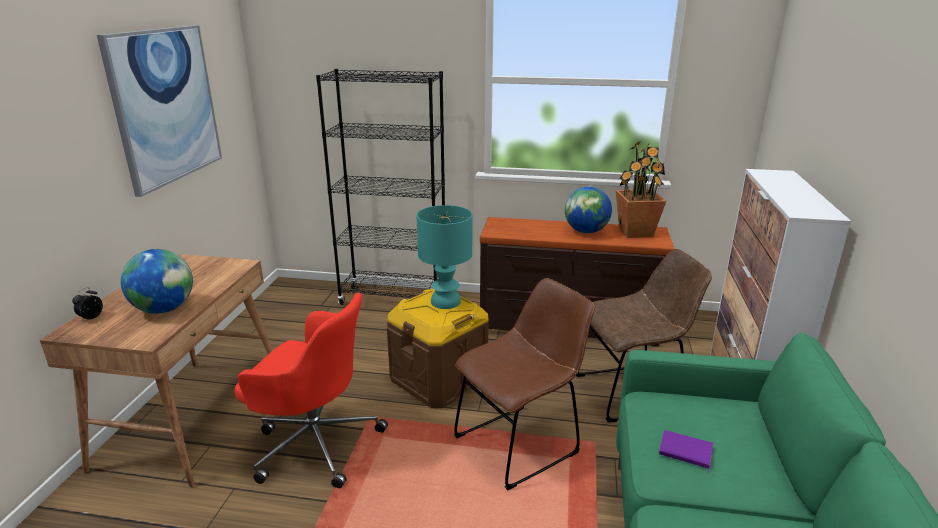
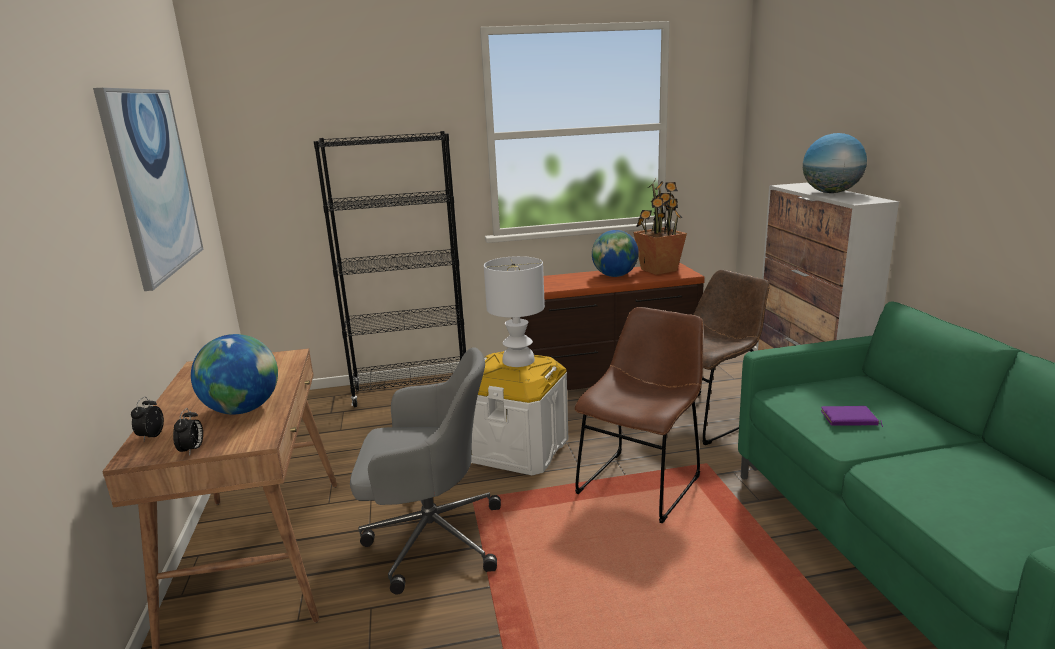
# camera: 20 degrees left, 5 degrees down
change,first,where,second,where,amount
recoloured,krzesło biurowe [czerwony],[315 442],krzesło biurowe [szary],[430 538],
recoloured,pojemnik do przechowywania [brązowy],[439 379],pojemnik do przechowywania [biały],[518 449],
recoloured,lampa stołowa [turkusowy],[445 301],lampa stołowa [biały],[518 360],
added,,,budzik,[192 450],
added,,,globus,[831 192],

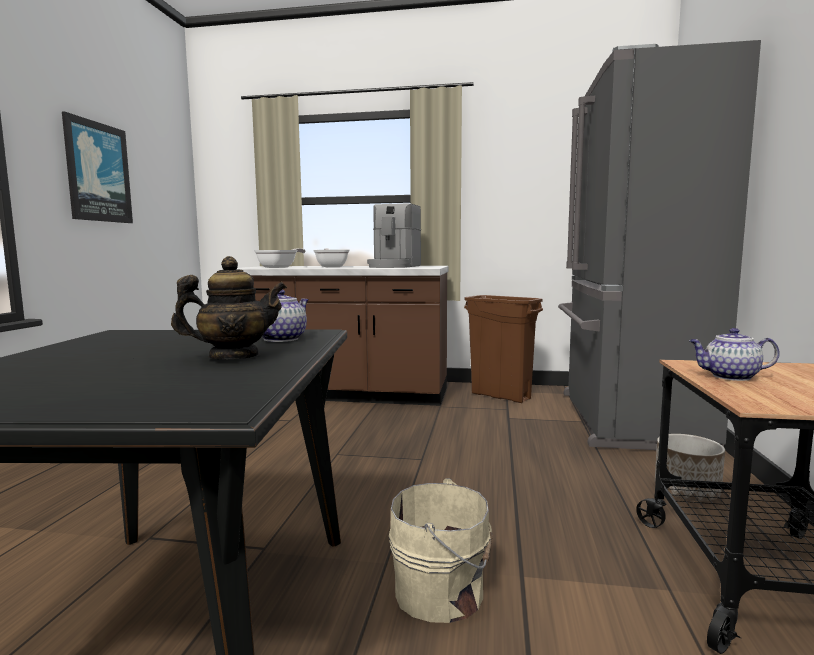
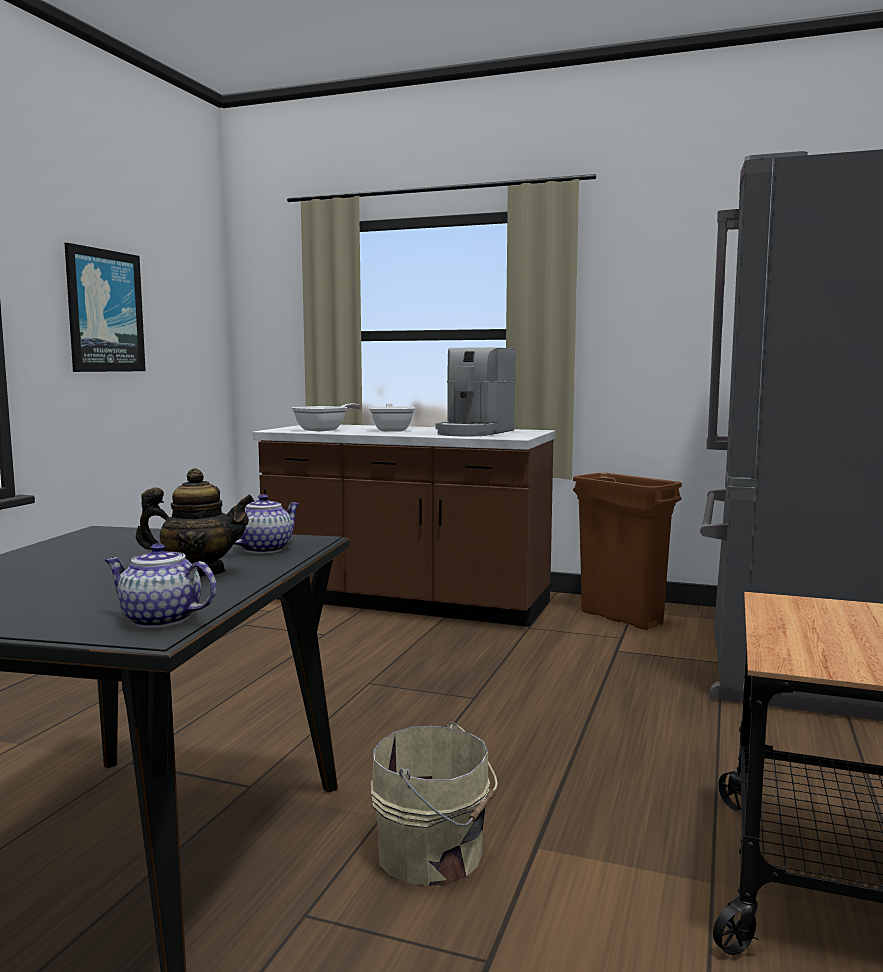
# camera: 10 degrees right, 0 degrees up
change,first,where,second,where,amount
removed,donica,[687 492],,,
moved,imbryk,[730 377],,[159 619],

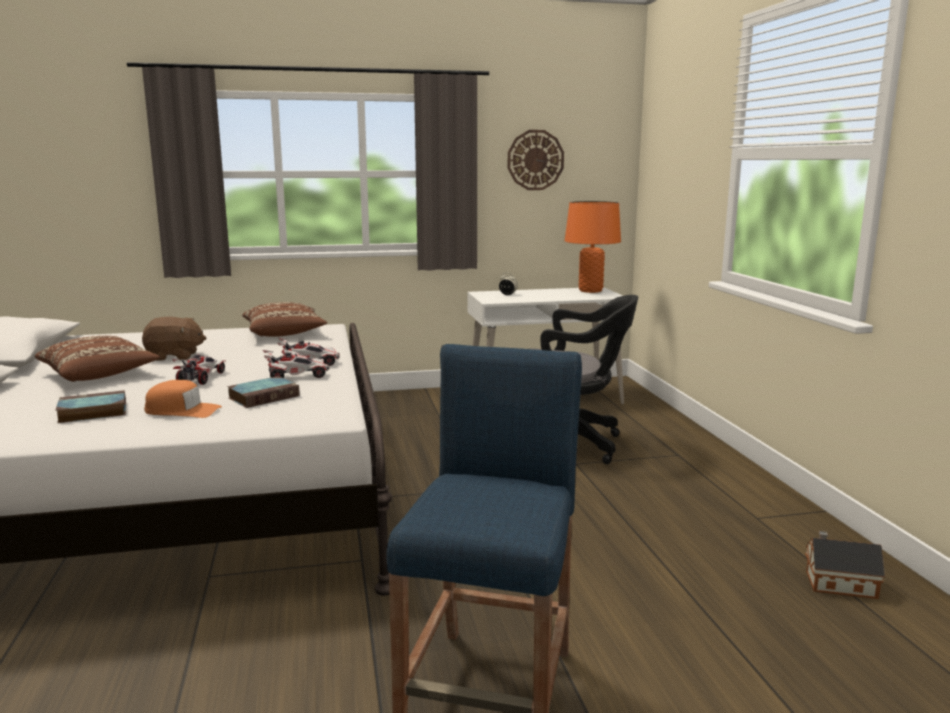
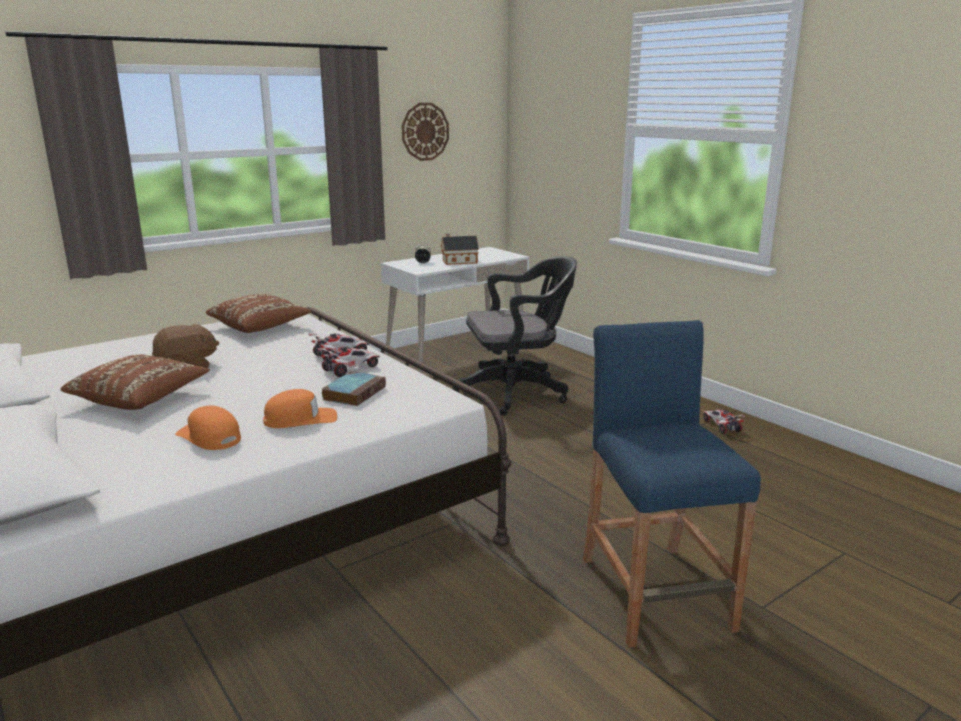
# camera: 25 degrees left, 5 degrees up
change,first,where,second,where,amount
replaced,książka,[91 412],czapka z daszkiem [pomarańczowy],[209 437],
moved,samochodzik,[202 378],,[721 426],
removed,lampa stołowa [pomarańczowy],[590 290],,,
moved,domek,[837 583],,[458 261],

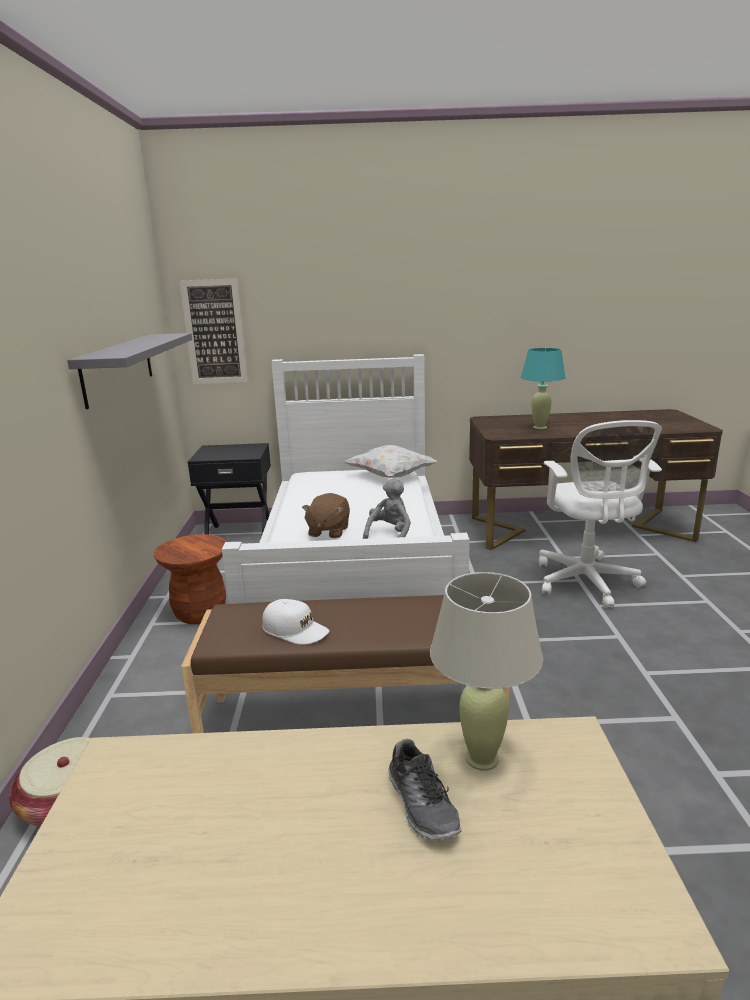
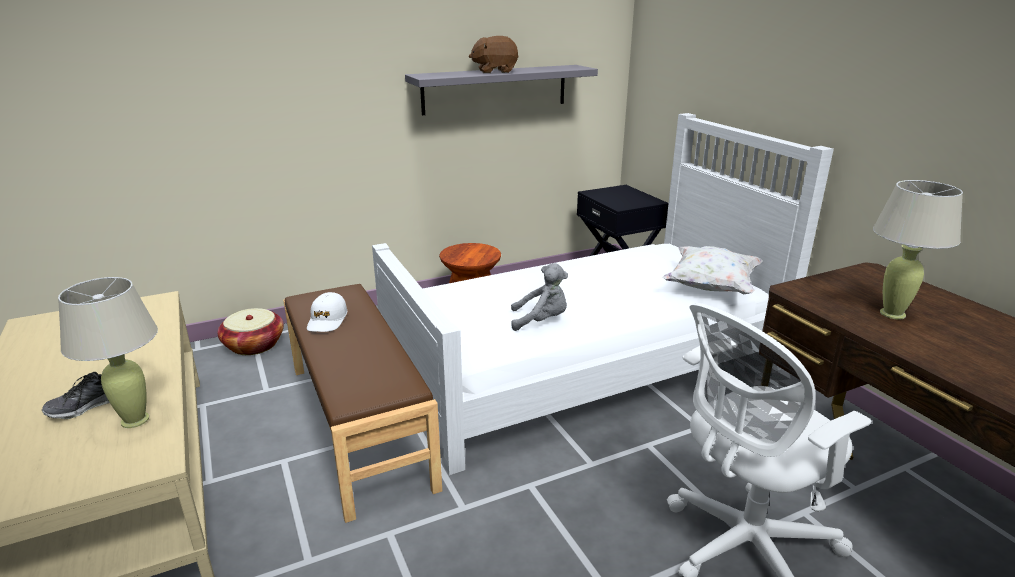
# camera: 65 degrees right, 5 degrees up
change,first,where,second,where,amount
removed,obraz,[214 332],,,
moved,pluszak [brązowy],[328 531],,[495 71],
recoloured,lampa stołowa [turkusowy],[539 427],lampa stołowa [beżowy],[892 314],

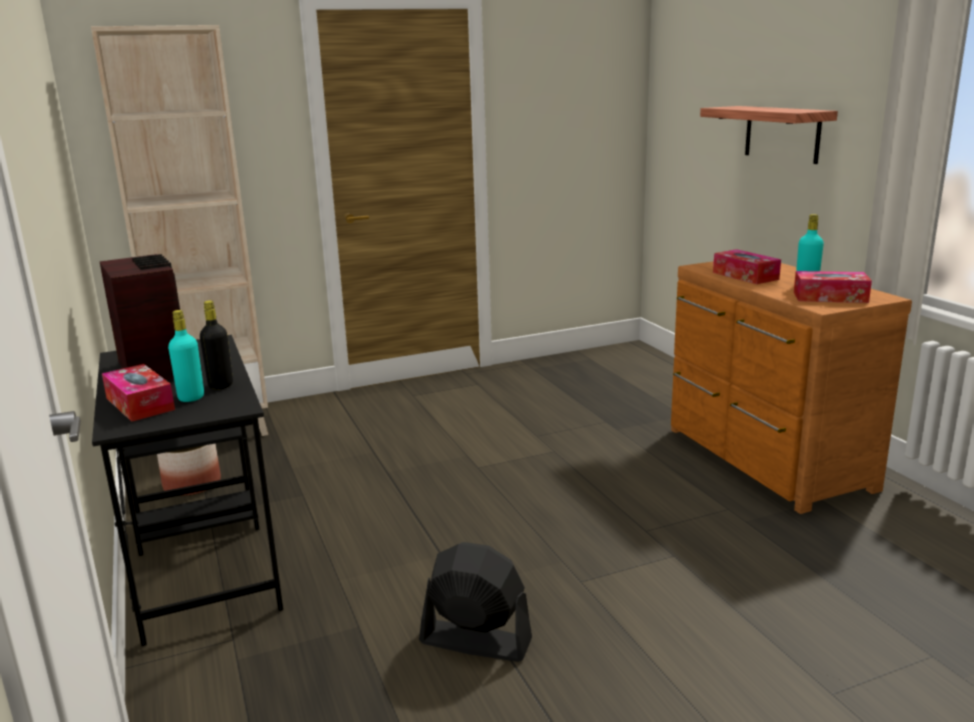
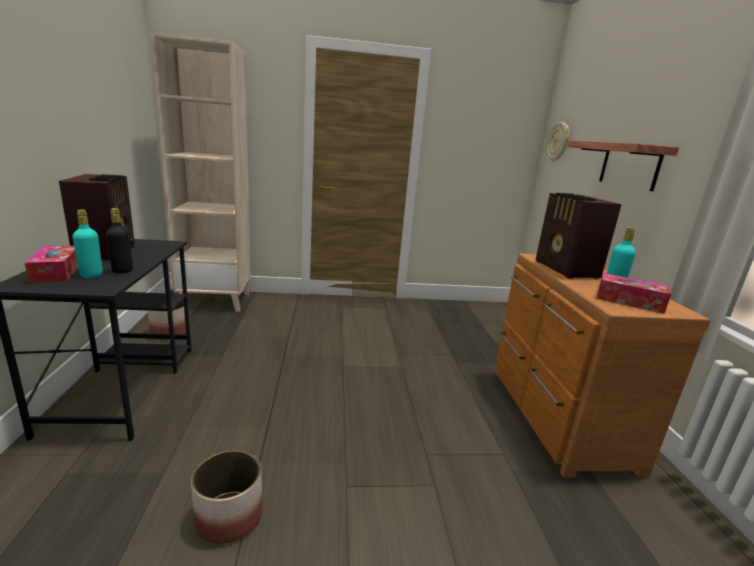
# camera: 15 degrees right, 0 degrees up
change,first,where,second,where,amount
replaced,wentylator [czarny],[475 641],donica,[228 517],
replaced,pudełko chusteczek,[745 276],radio,[566 270],
added,,,zegar ścienny,[558 142],

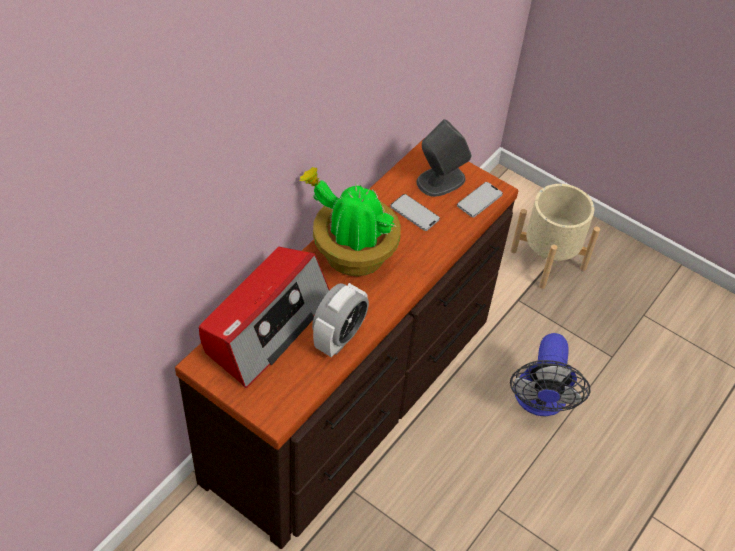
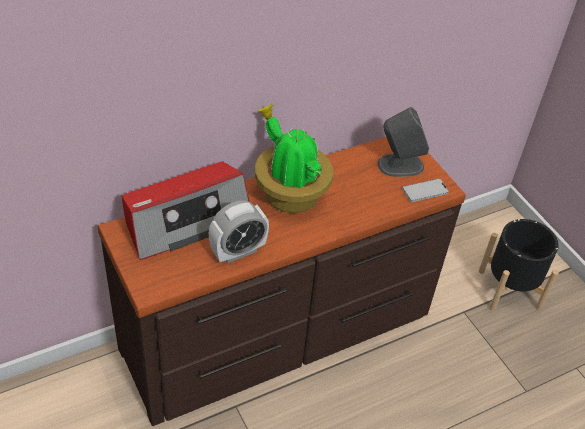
# camera: 25 degrees right, 5 degrees down
change,first,where,second,where,amount
removed,telefon,[414 213],,,
removed,wentylator,[540 401],,,
recoloured,donica [beżowy],[547 259],donica [czarny],[509 289],

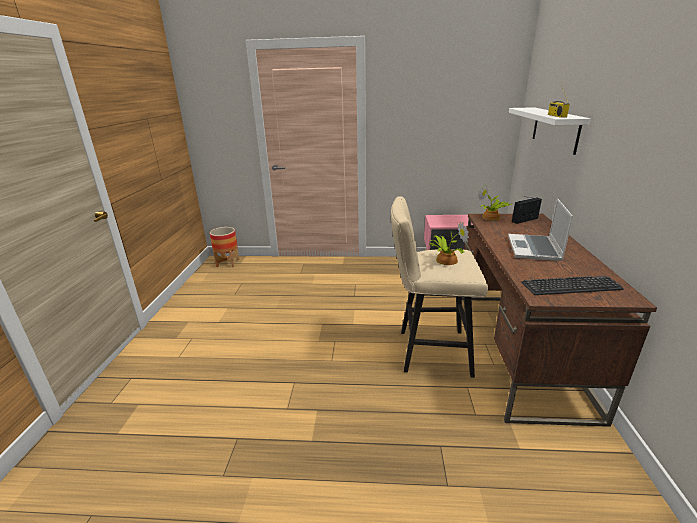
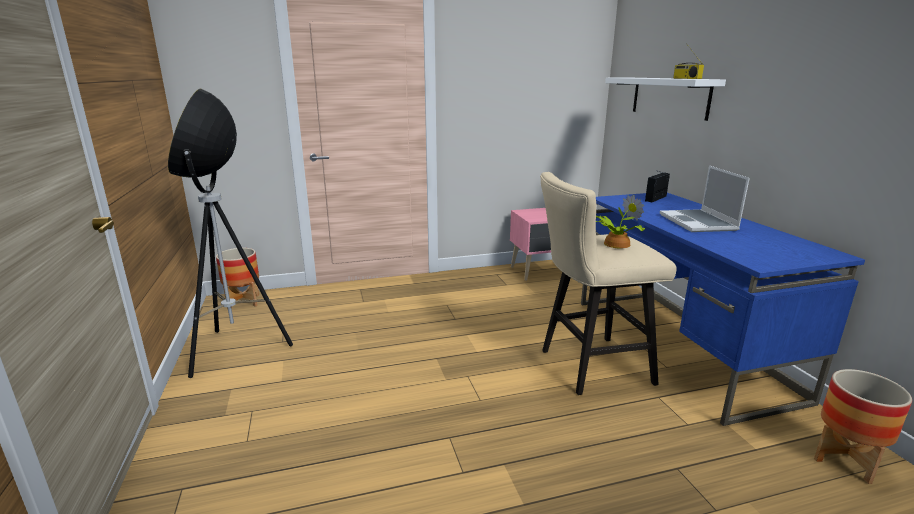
# camera: 20 degrees left, 5 degrees down
change,first,where,second,where,amount
recoloured,biurko [brązowy],[517 349],biurko [niebieski],[679 347],
removed,roślina doniczkowa,[491 218],,,
removed,klawiatura,[570 286],,,
added,,,lampa stojąca,[237 350],
added,,,donica,[846 460],

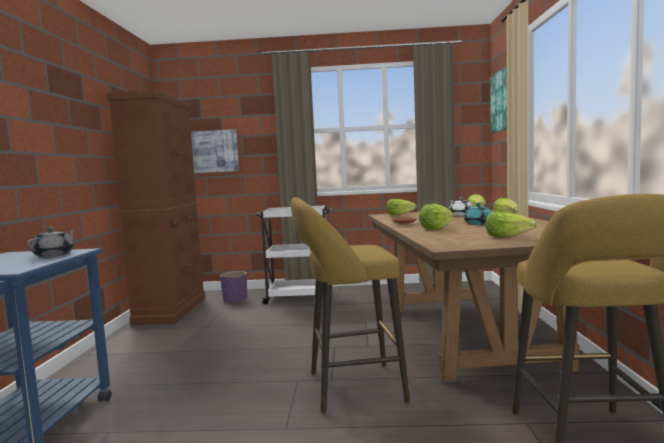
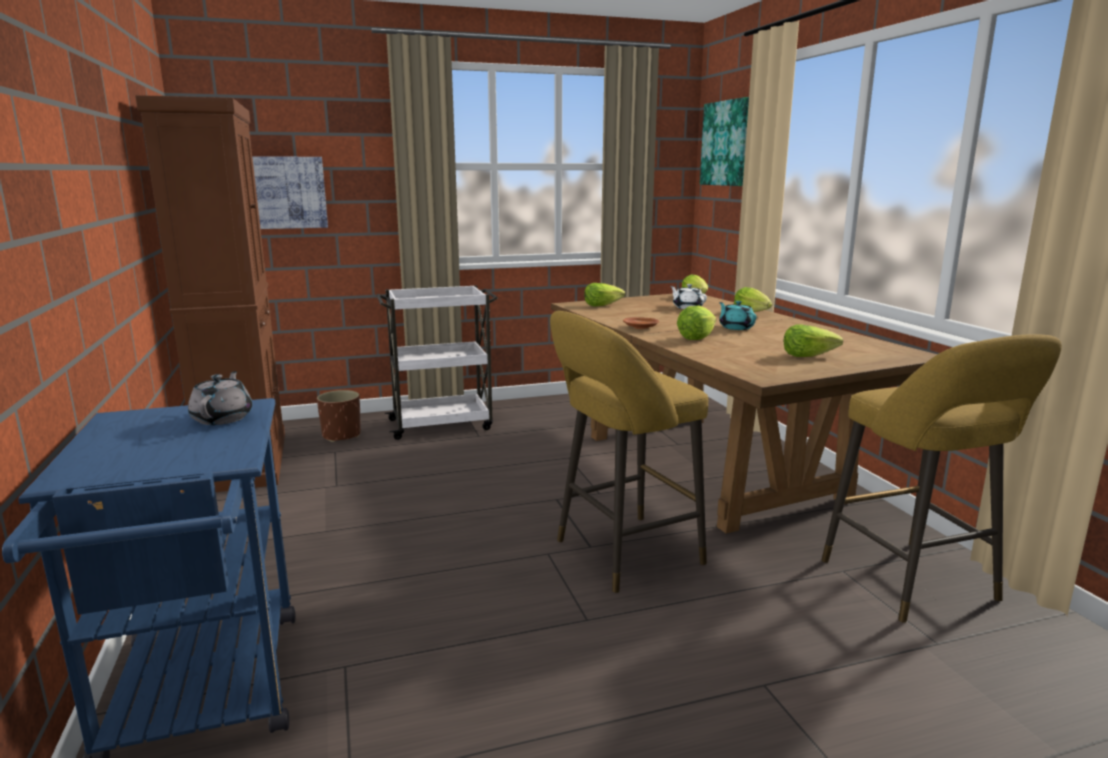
# camera: 20 degrees left, 10 degrees up
change,first,where,second,where,amount
recoloured,donica [fioletowy],[235 300],donica [brązowy],[341 435],

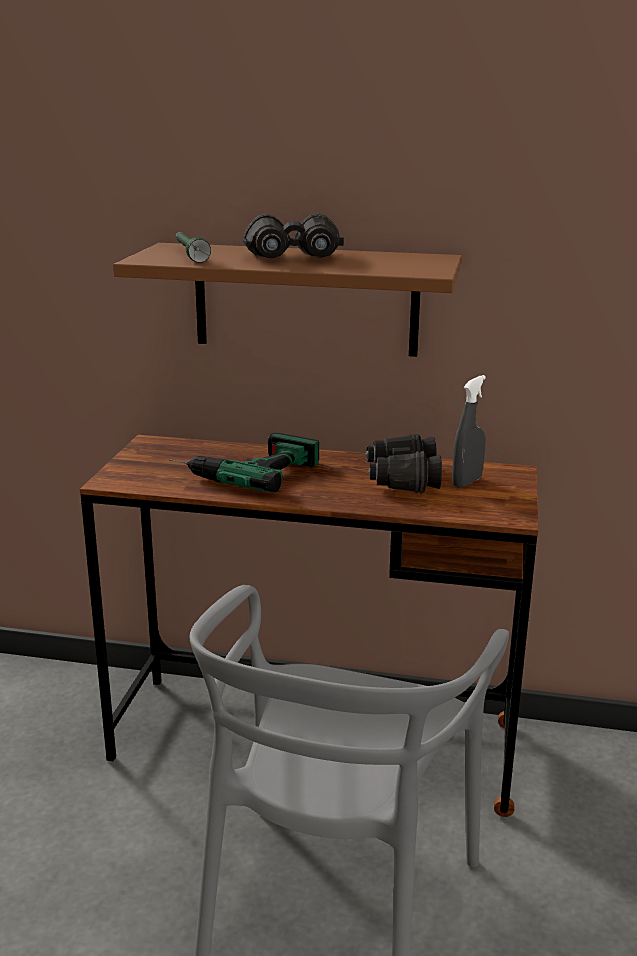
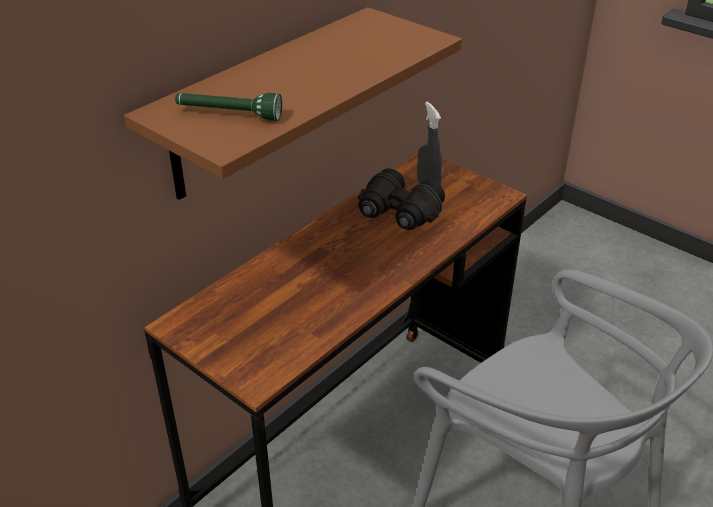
# camera: 60 degrees left, 15 degrees up
change,first,where,second,where,amount
removed,wiertarka,[243 469],,,
removed,lornetka [czarny],[294 257],,,

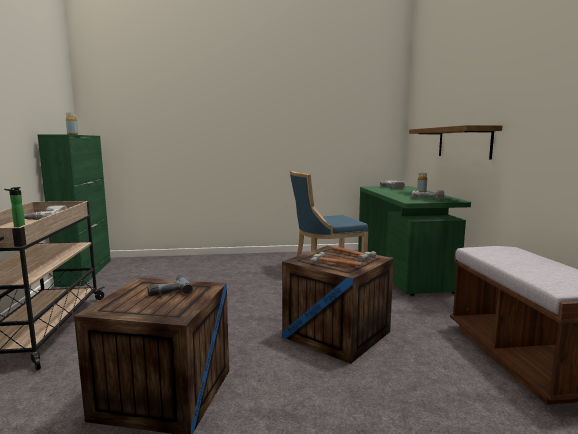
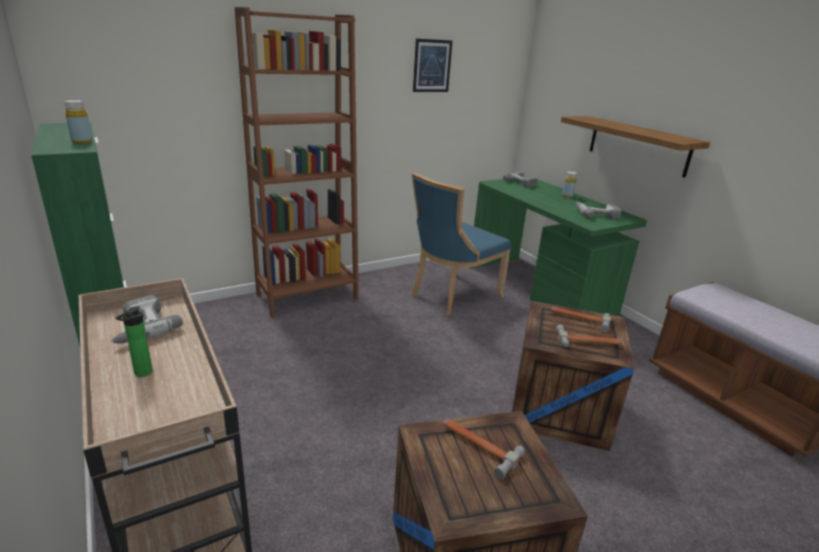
# camera: 25 degrees left, 15 degrees up
change,first,where,second,where,amount
replaced,wiertarka,[168 290],młotek,[478 446],
added,,,regał [brązowy],[307 297],
added,,,obraz,[432 66],

